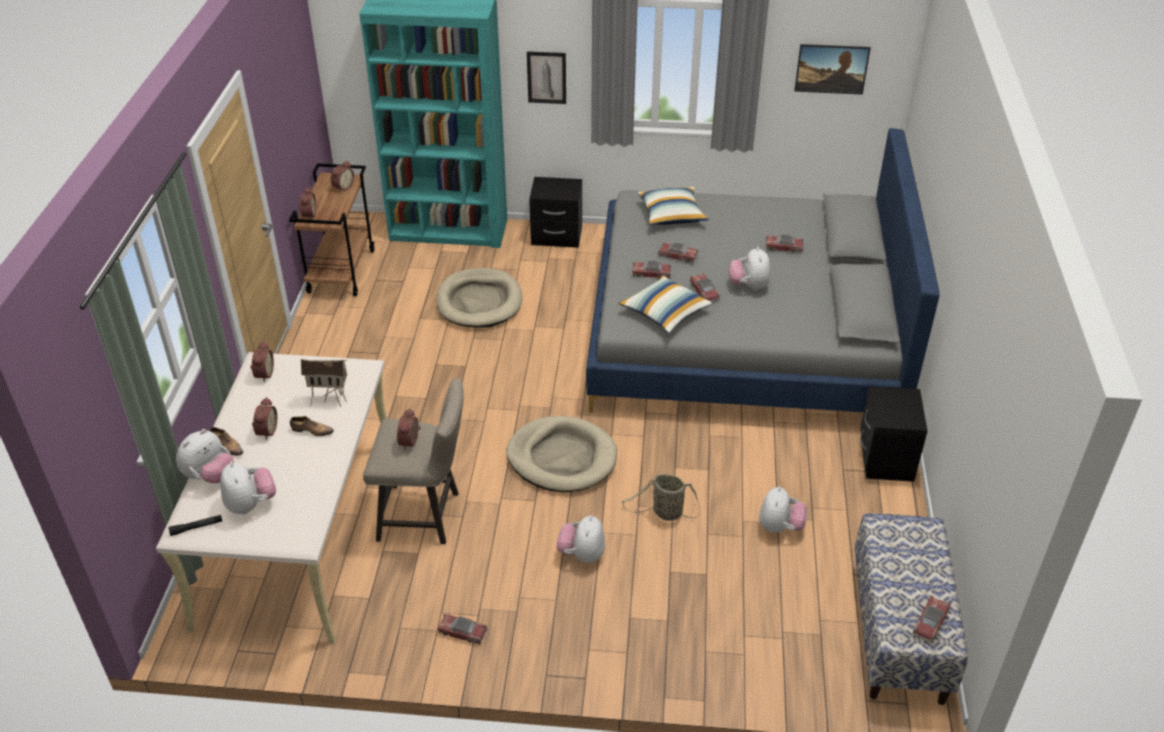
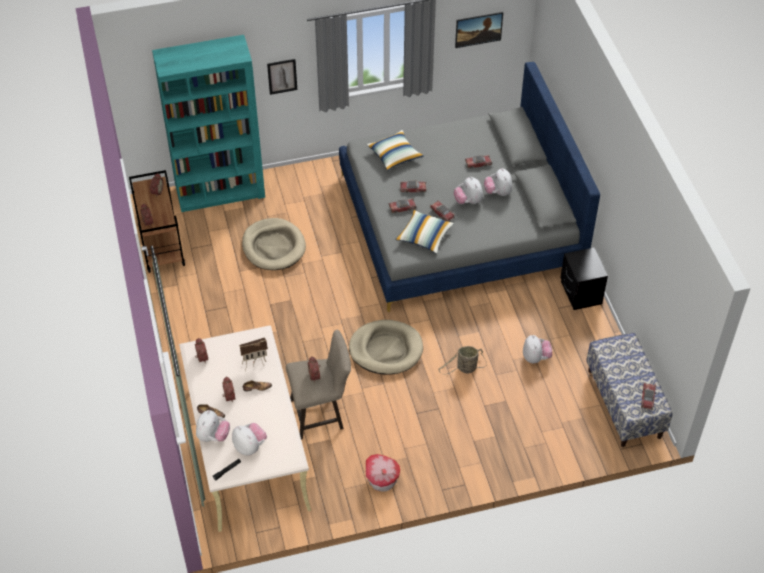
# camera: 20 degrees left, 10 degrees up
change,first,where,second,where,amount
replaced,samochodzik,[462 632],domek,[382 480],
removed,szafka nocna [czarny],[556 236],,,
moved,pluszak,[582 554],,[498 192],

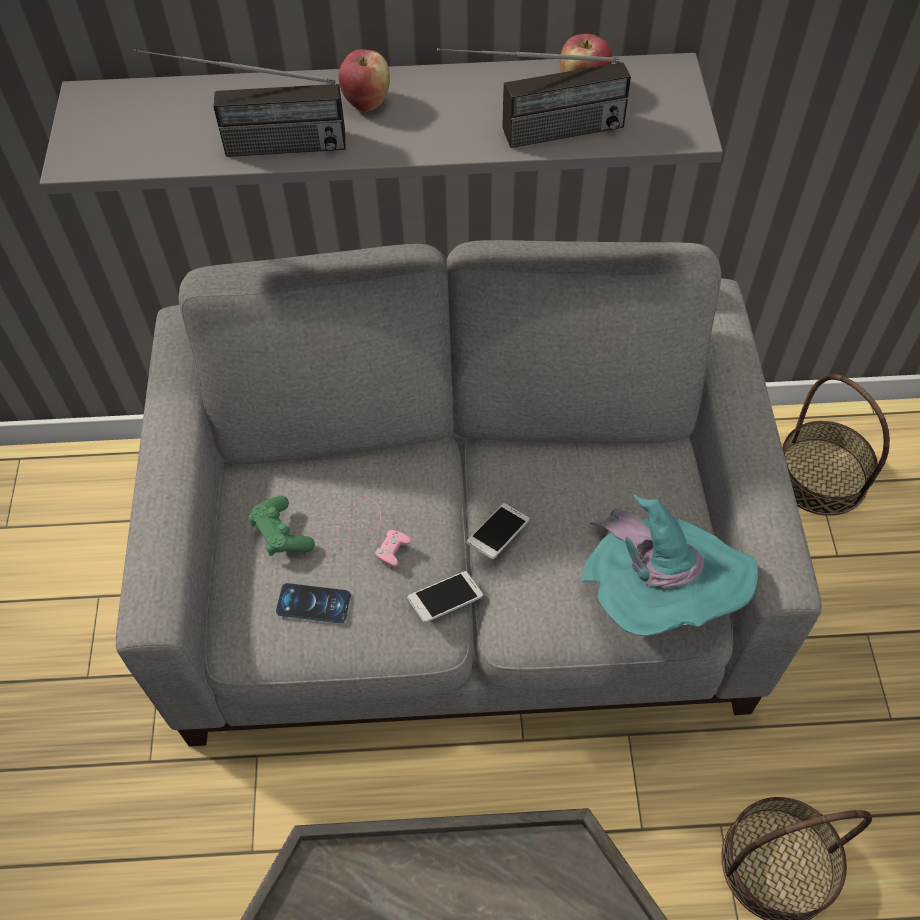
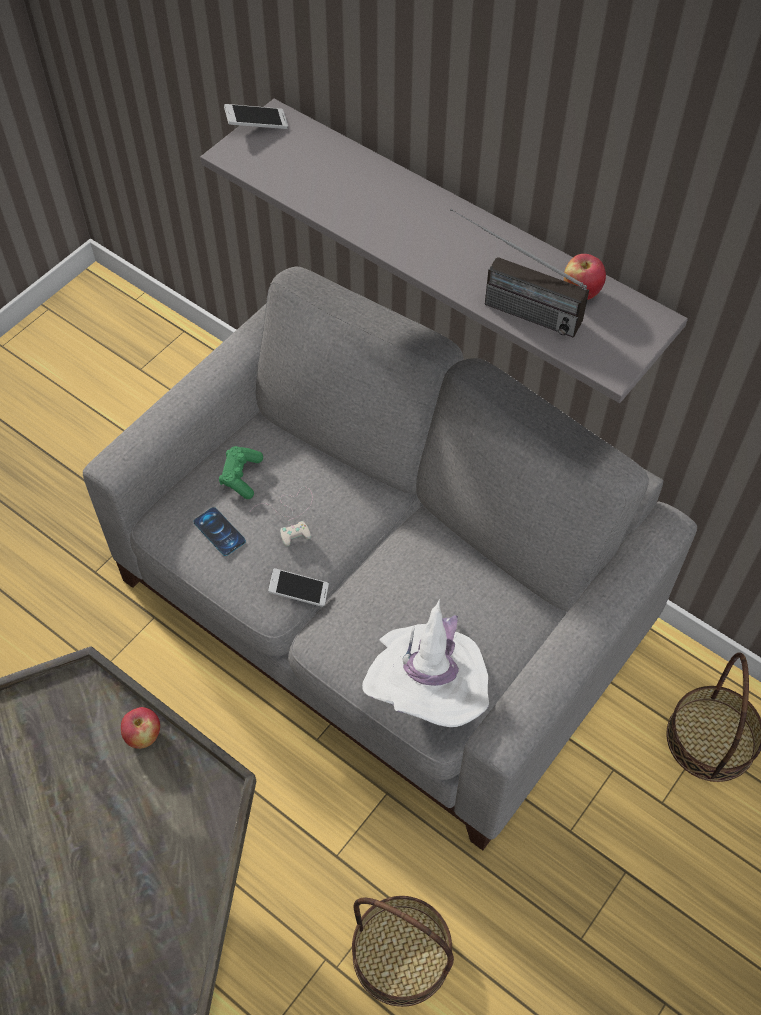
# camera: 40 degrees right, 0 degrees up
change,first,where,second,where,amount
removed,radio,[253 147],,,
recoloured,pad do gier [różowy],[369 533],pad do gier [biały],[291 515],
moved,jabłko,[366 102],,[143 736],
moved,telefon,[498 536],,[257 124],
recoloured,kapelusz [turkusowy],[656 595],kapelusz [biały],[428 690],

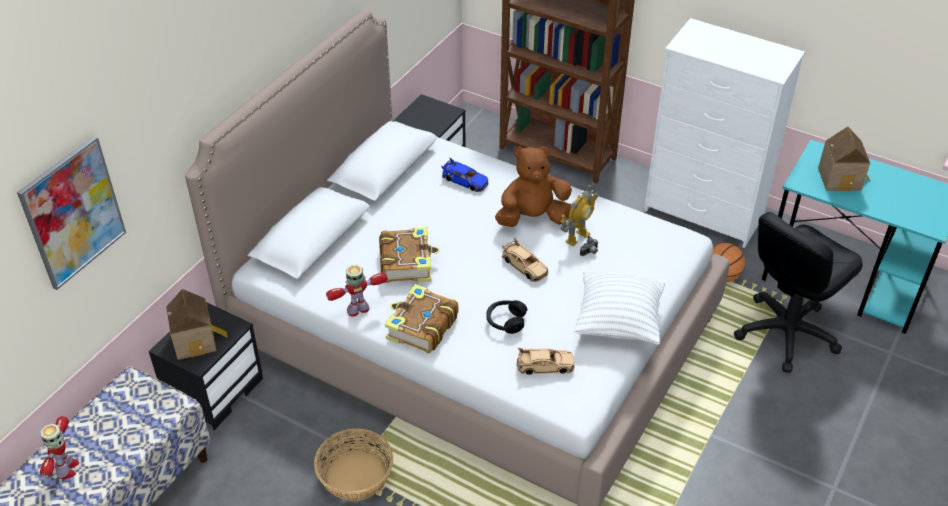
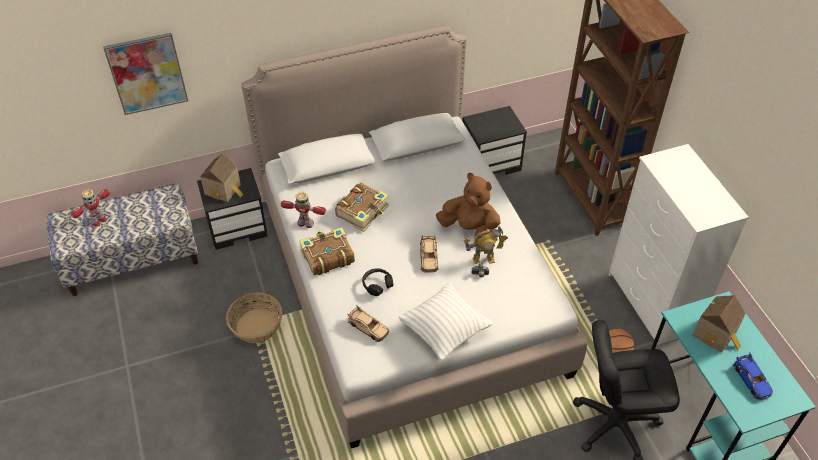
# camera: 40 degrees right, 5 degrees up
change,first,where,second,where,amount
moved,samochodzik [niebieski],[465 181],,[751 380],

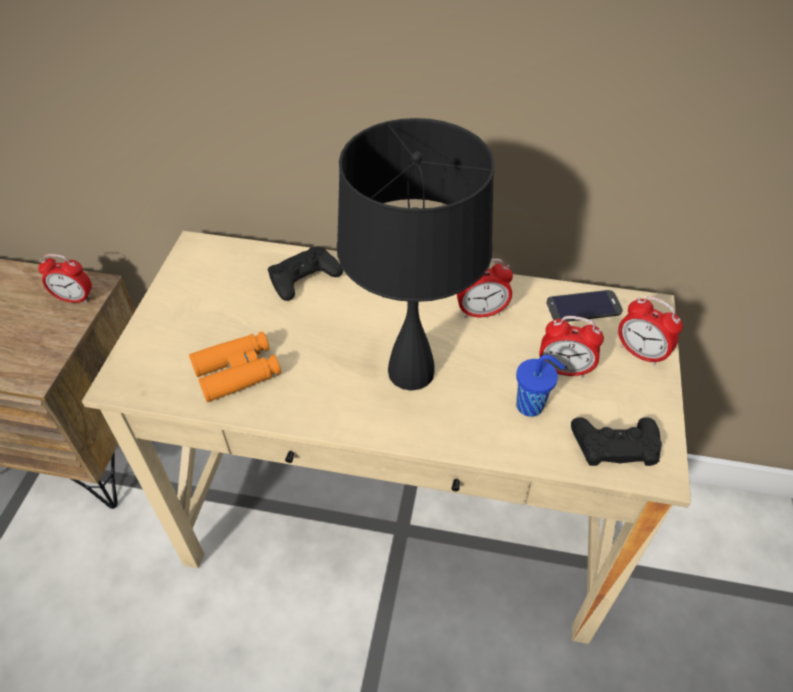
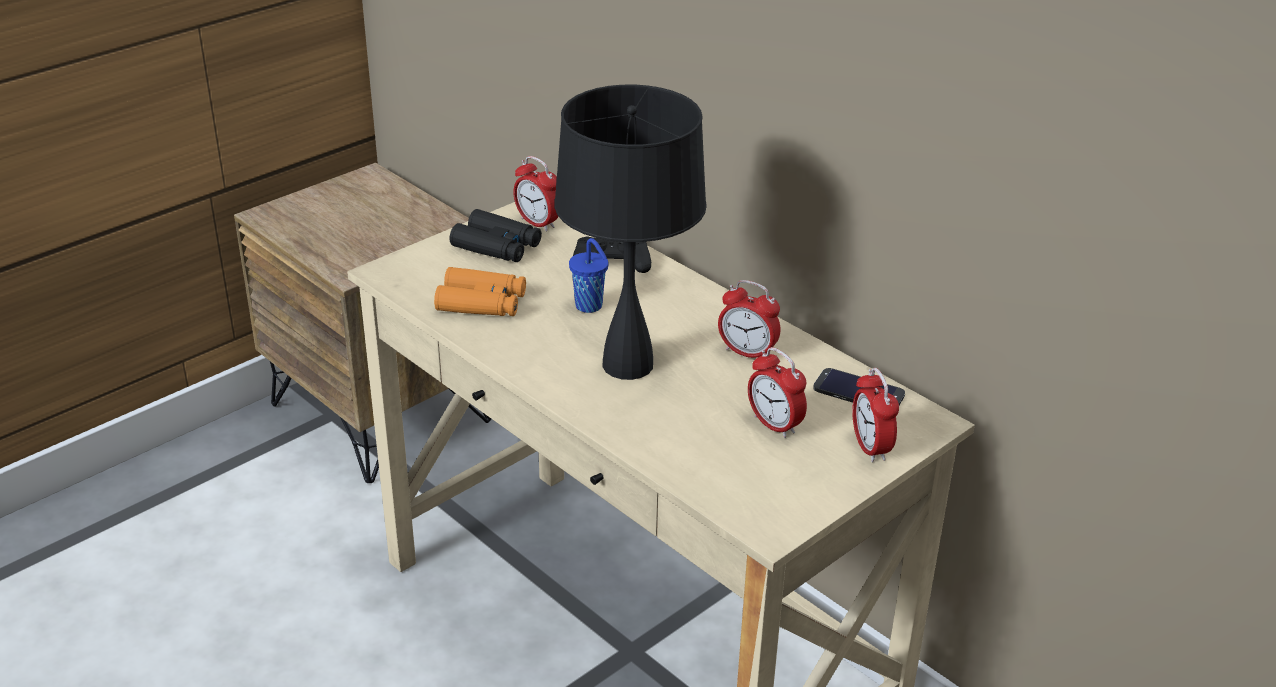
# camera: 35 degrees right, 15 degrees down
change,first,where,second,where,amount
moved,budzik,[75 299],,[538 223],
moved,filiżanka [niebieski],[531 406],,[590 306],
removed,pad do gier [czarny],[615 445],,,
added,,,lornetka [czarny],[497 246],

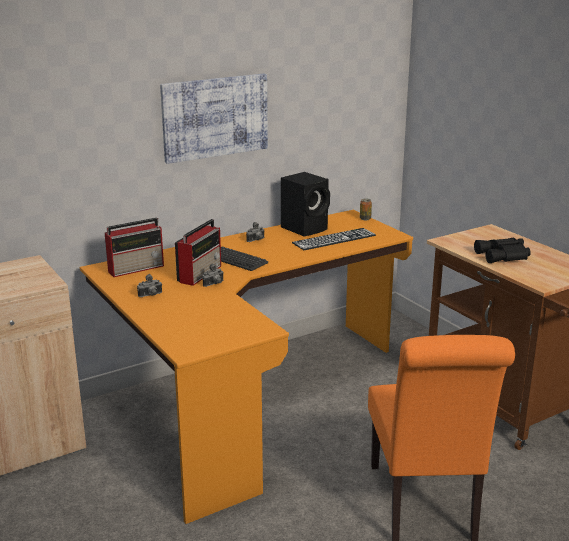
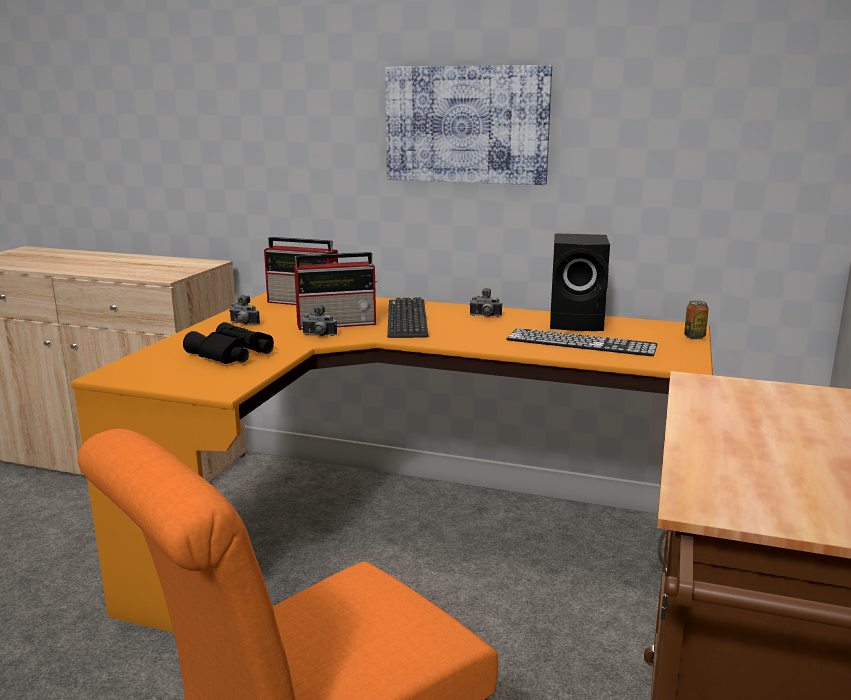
# camera: 50 degrees right, 5 degrees down
change,first,where,second,where,amount
moved,lornetka [czarny],[503 256],,[231 355],

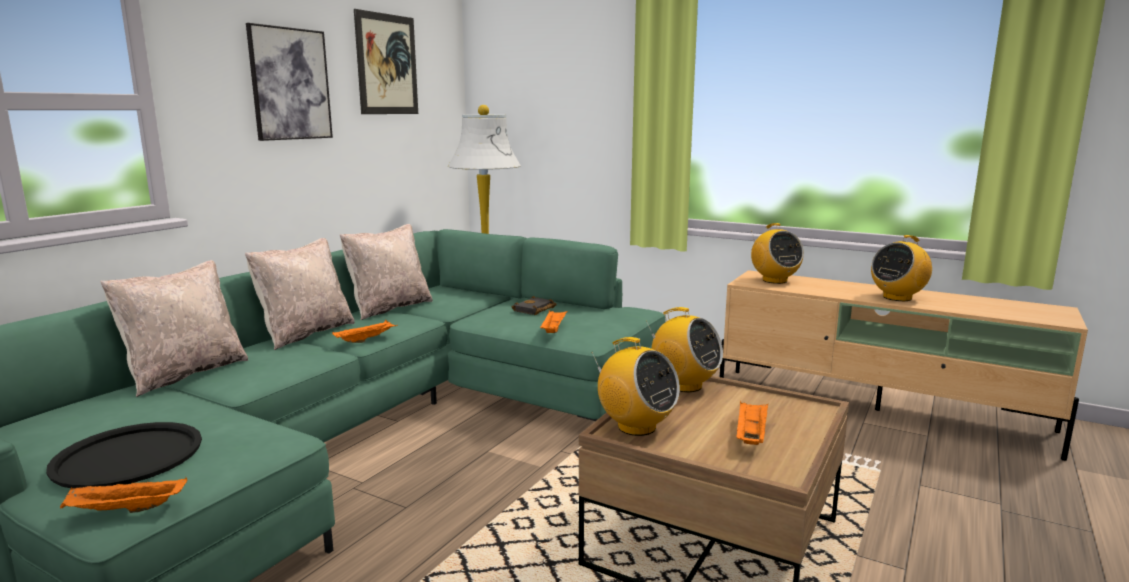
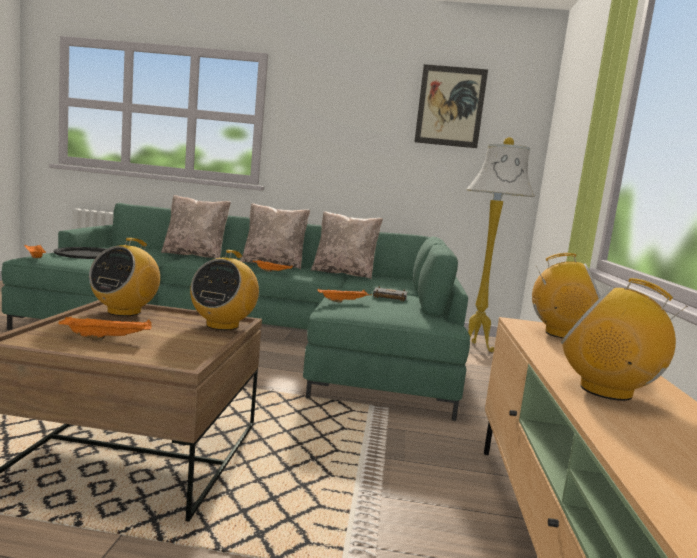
# camera: 65 degrees right, 5 degrees down
change,first,where,second,where,amount
removed,obraz,[290 84],,,
turned,radio,[774 280],,[562 334],120 degrees counterclockwise

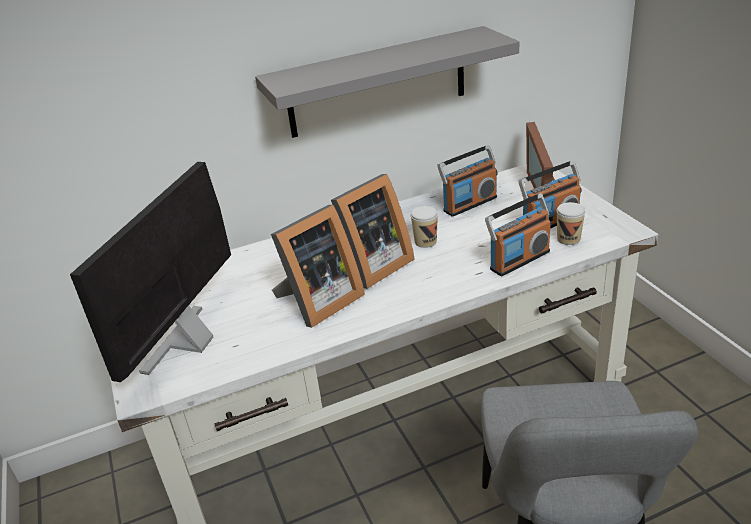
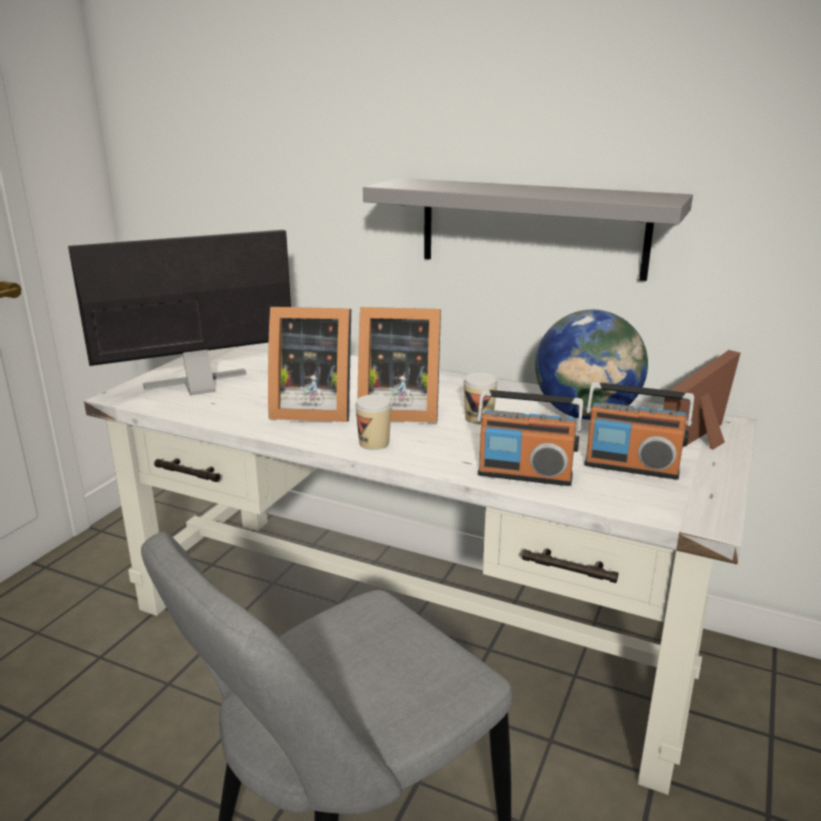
# camera: 45 degrees right, 10 degrees down
change,first,where,second,where,amount
replaced,radio,[469 204],globus,[585 414],
moved,filiżanka,[568 239],,[374 443],

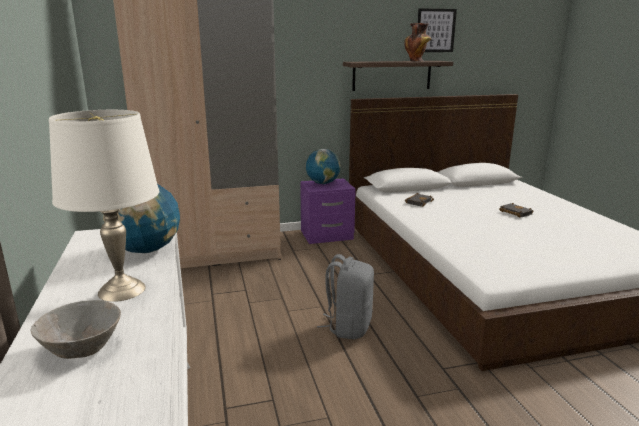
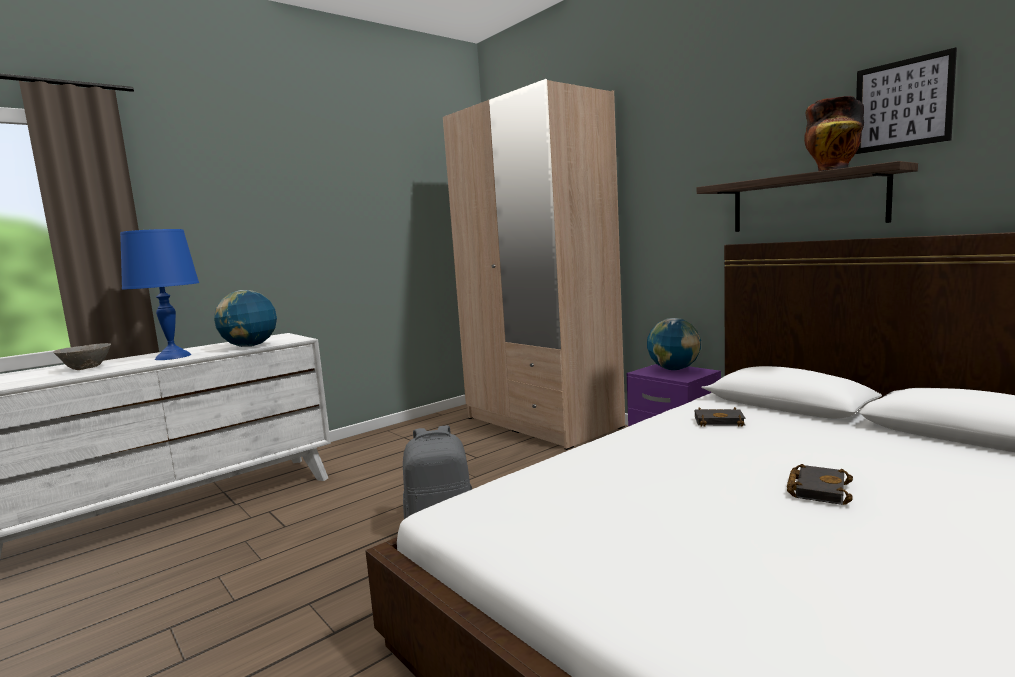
# camera: 65 degrees right, 10 degrees down
change,first,where,second,where,amount
recoloured,lampa stołowa [biały],[121 290],lampa stołowa [niebieski],[173 356],

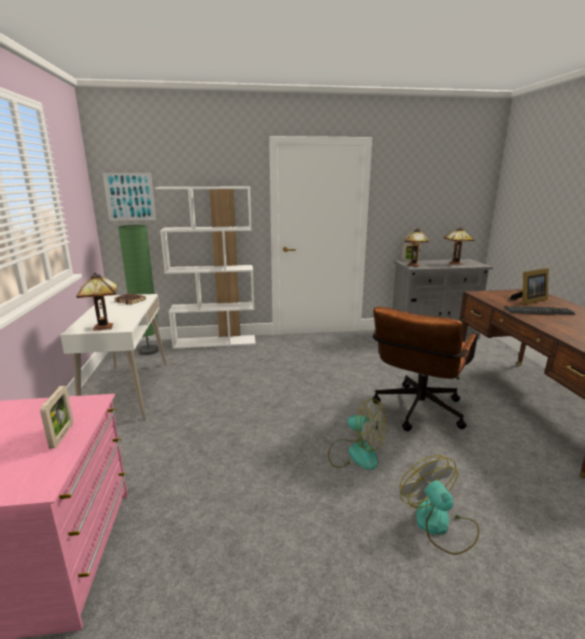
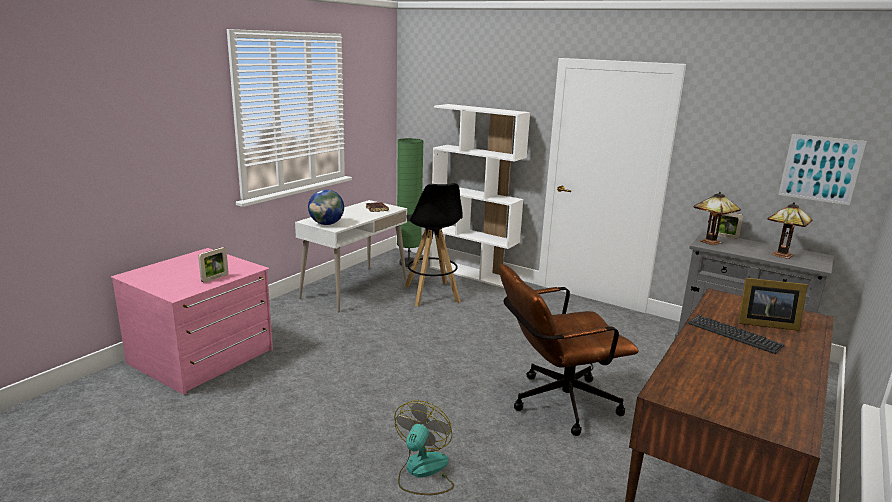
# camera: 40 degrees right, 0 degrees up
change,first,where,second,where,amount
replaced,lampa stołowa,[105 326],globus,[326 224],
moved,obraz,[130 197],,[820 169],
removed,wentylator,[355 453],,,
added,,,stołek [czarny],[431 294],

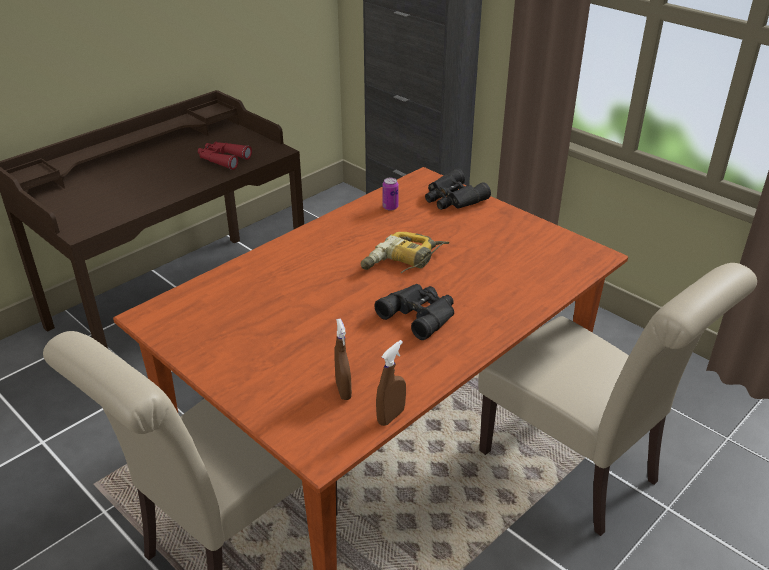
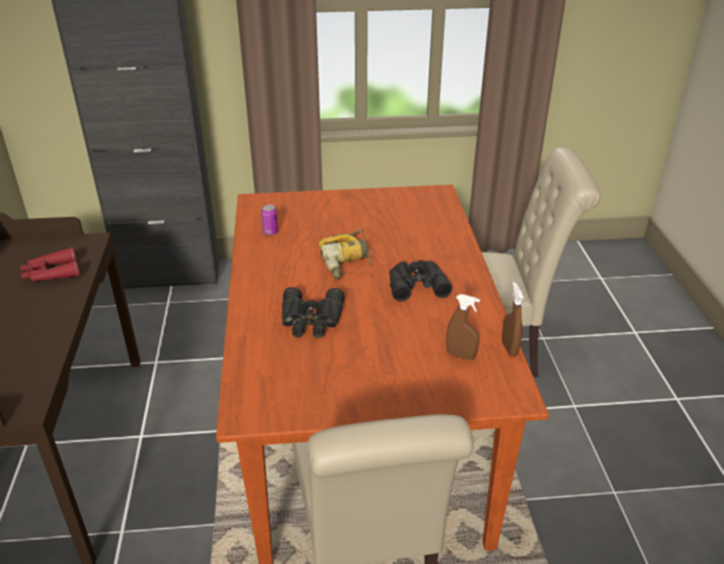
# camera: 50 degrees left, 0 degrees up
change,first,where,second,where,amount
moved,lornetka [czarny],[453 198],,[311 320],

